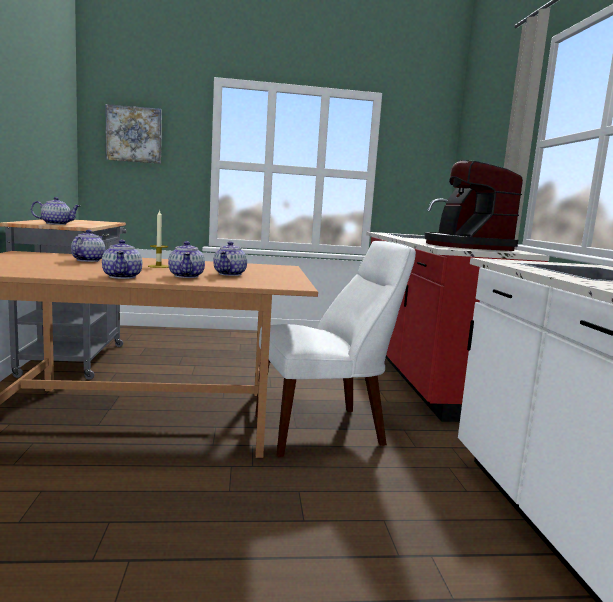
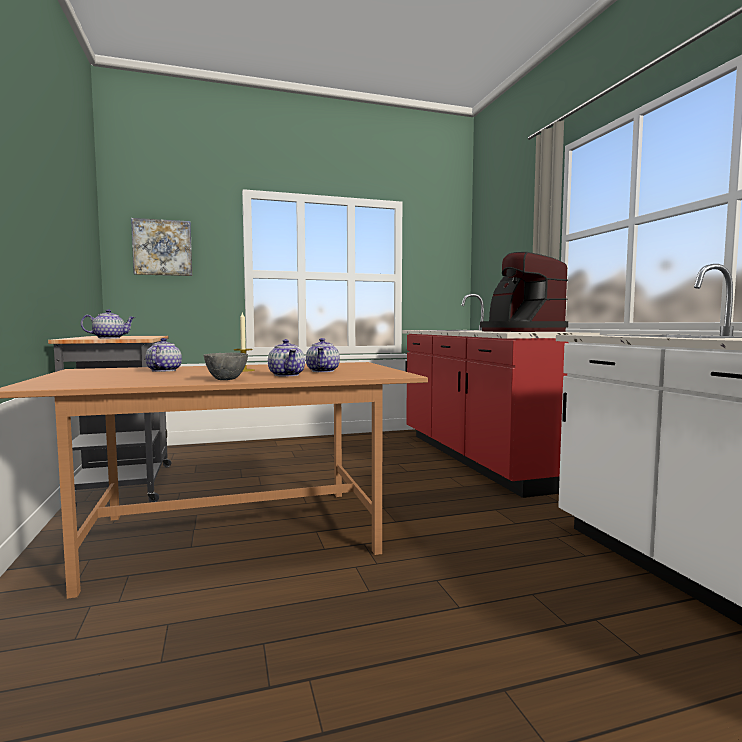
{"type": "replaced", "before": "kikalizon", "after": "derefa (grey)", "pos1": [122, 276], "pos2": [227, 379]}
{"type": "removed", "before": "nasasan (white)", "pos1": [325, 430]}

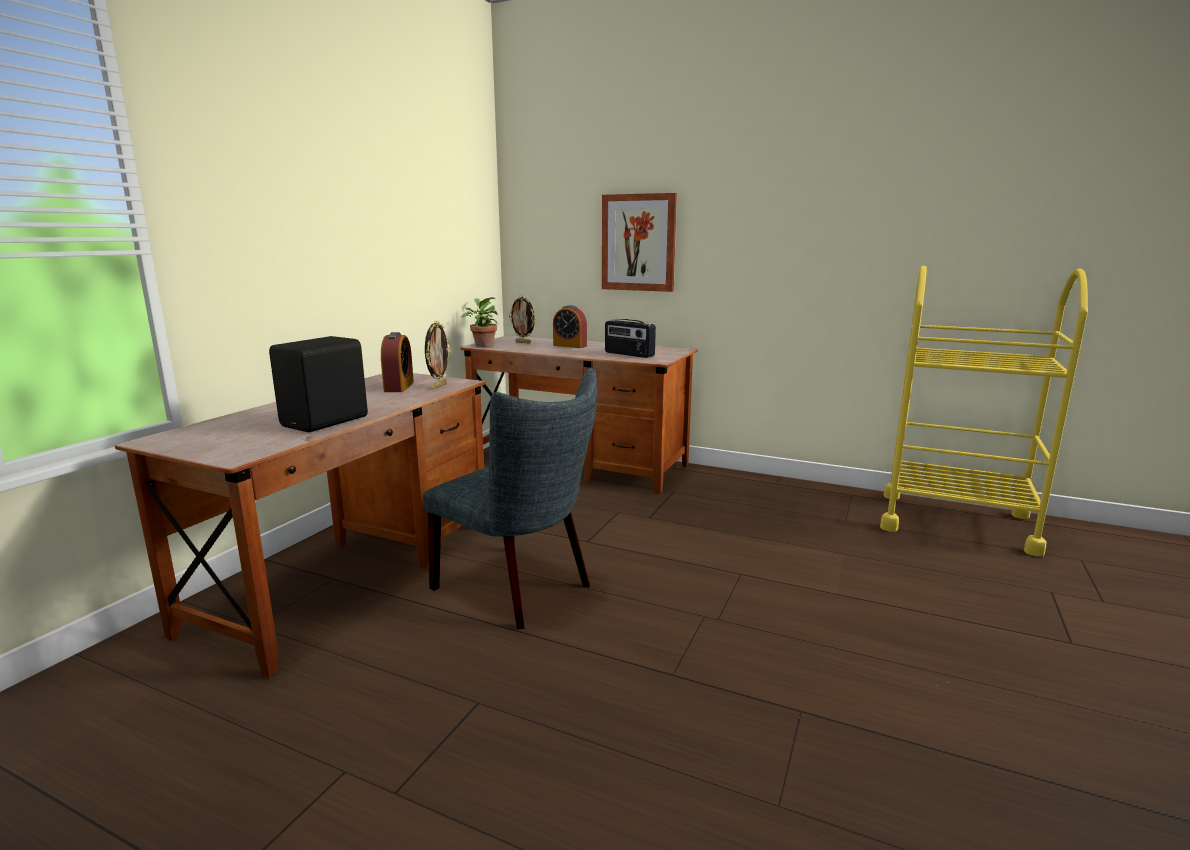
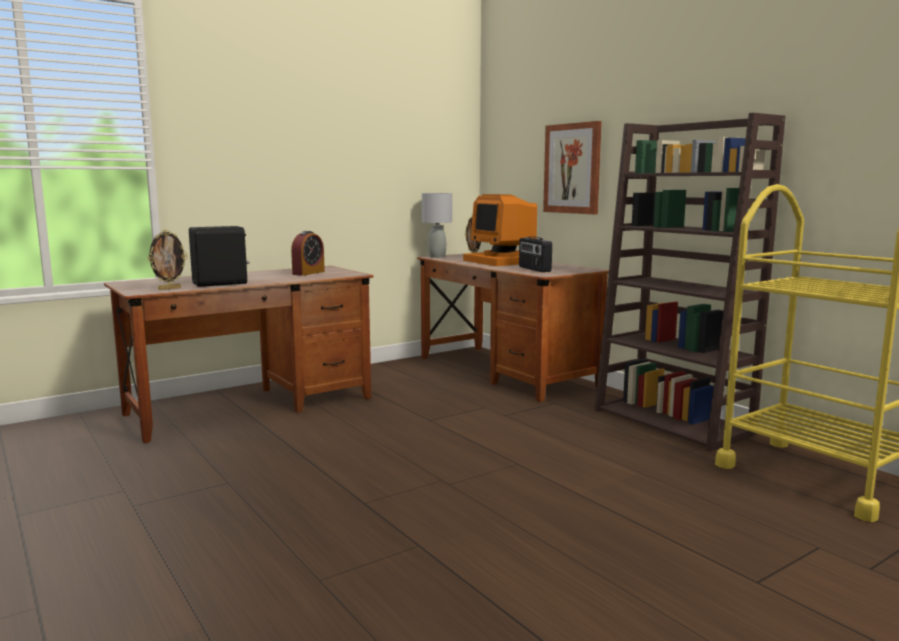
{"type": "moved", "before": "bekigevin", "pos1": [439, 386], "pos2": [169, 288]}
{"type": "replaced", "before": "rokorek", "after": "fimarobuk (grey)", "pos1": [482, 345], "pos2": [437, 256]}
{"type": "replaced", "before": "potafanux", "after": "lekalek", "pos1": [570, 346], "pos2": [504, 261]}
{"type": "added", "after": "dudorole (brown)", "pos2": [673, 422]}
{"type": "removed", "before": "nasasan (grey)", "pos1": [520, 589]}

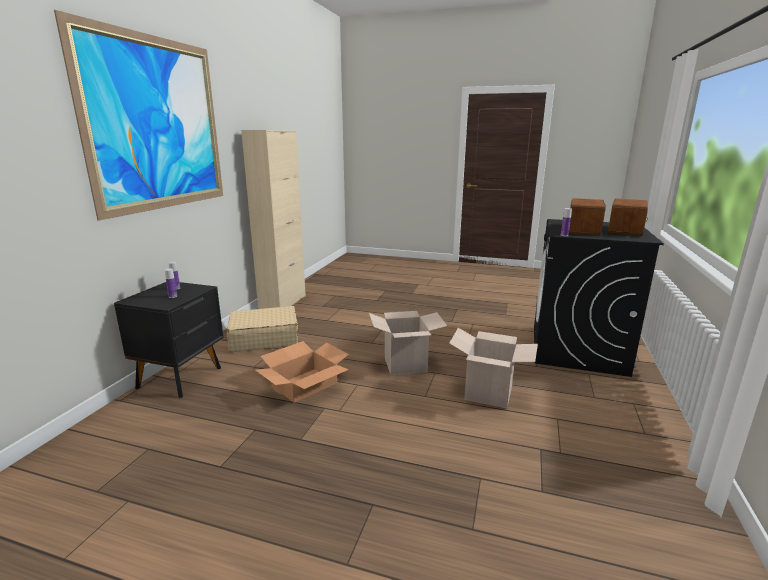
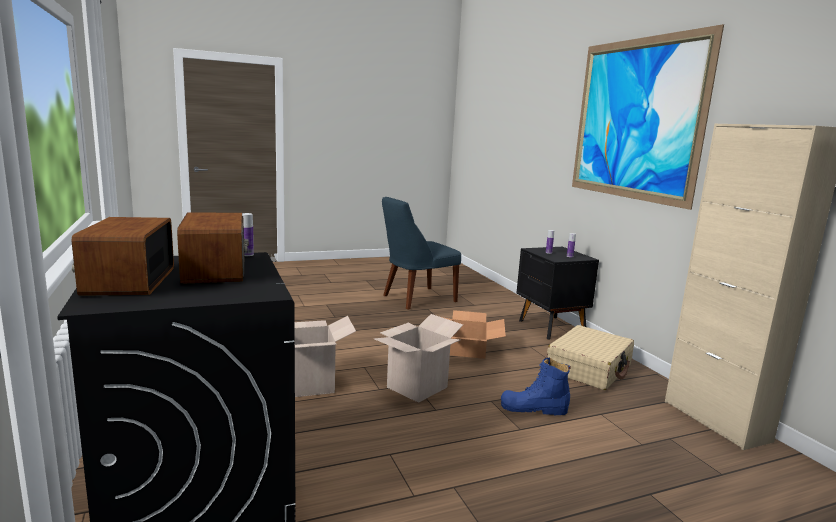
{"type": "added", "after": "nasasan (blue)", "pos2": [416, 299]}
{"type": "added", "after": "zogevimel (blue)", "pos2": [534, 408]}

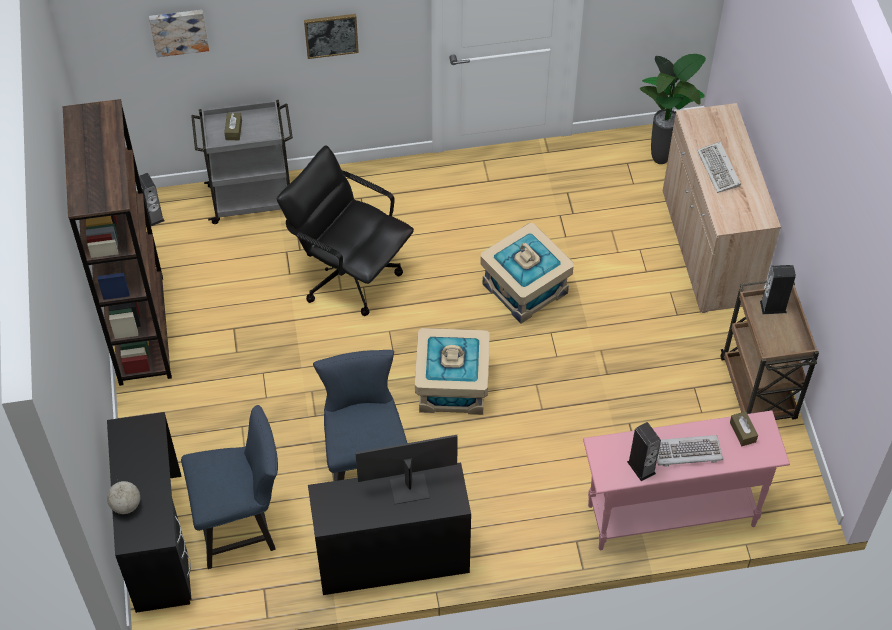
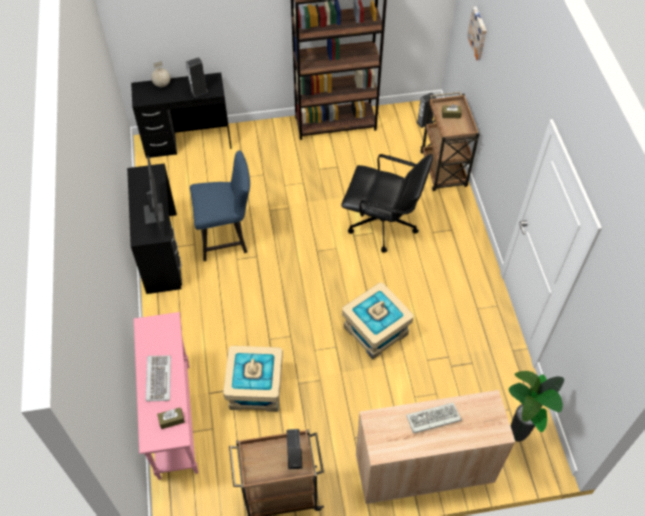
{"type": "moved", "before": "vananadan", "pos1": [641, 467], "pos2": [198, 91]}
{"type": "moved", "before": "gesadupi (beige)", "pos1": [452, 387], "pos2": [255, 388]}
{"type": "turned", "before": "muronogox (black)", "pos1": [349, 274], "pos2": [383, 225], "turn": 75}
{"type": "recoloured", "before": "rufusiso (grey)", "after": "rufusiso (brown)", "pos1": [253, 199], "pos2": [443, 170]}
{"type": "removed", "before": "nasasan (blue)", "pos1": [242, 526]}
{"type": "removed", "before": "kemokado", "pos1": [331, 35]}

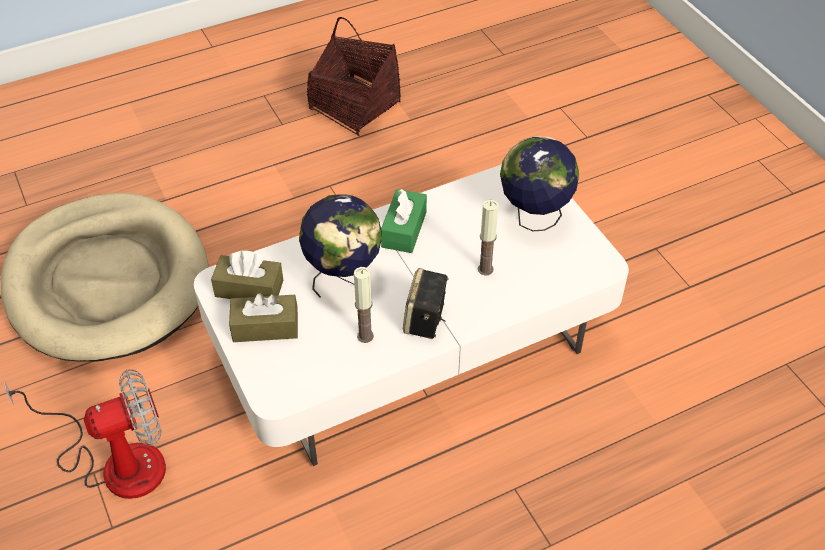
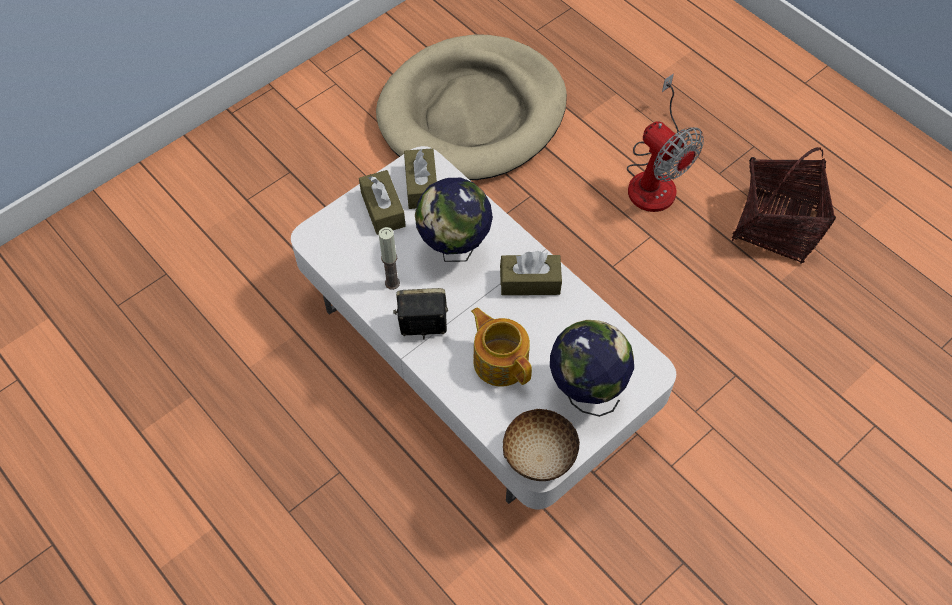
{"type": "replaced", "before": "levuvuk", "after": "kikalizon", "pos1": [485, 269], "pos2": [500, 360]}
{"type": "recoloured", "before": "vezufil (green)", "after": "vezufil (brown)", "pos1": [404, 229], "pos2": [530, 282]}
{"type": "added", "after": "derefa", "pos2": [539, 456]}
{"type": "moved", "before": "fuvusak", "pos1": [116, 461], "pos2": [654, 177]}

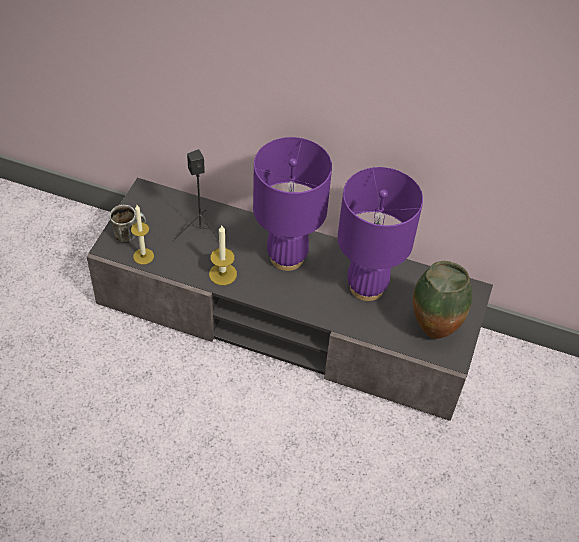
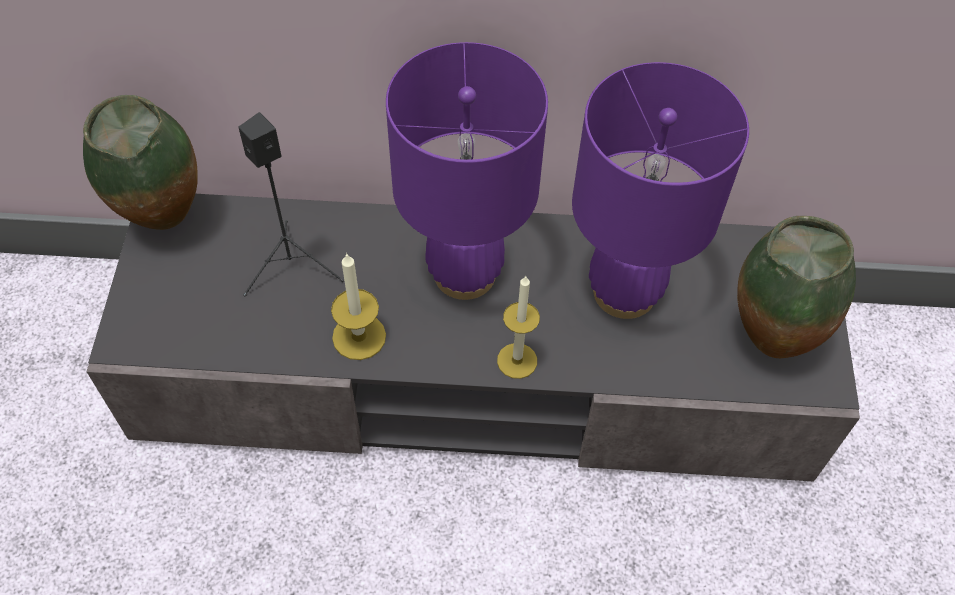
{"type": "added", "after": "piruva", "pos2": [166, 224]}
{"type": "moved", "before": "levuvuk", "pos1": [143, 256], "pos2": [517, 360]}
{"type": "removed", "before": "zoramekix", "pos1": [129, 234]}

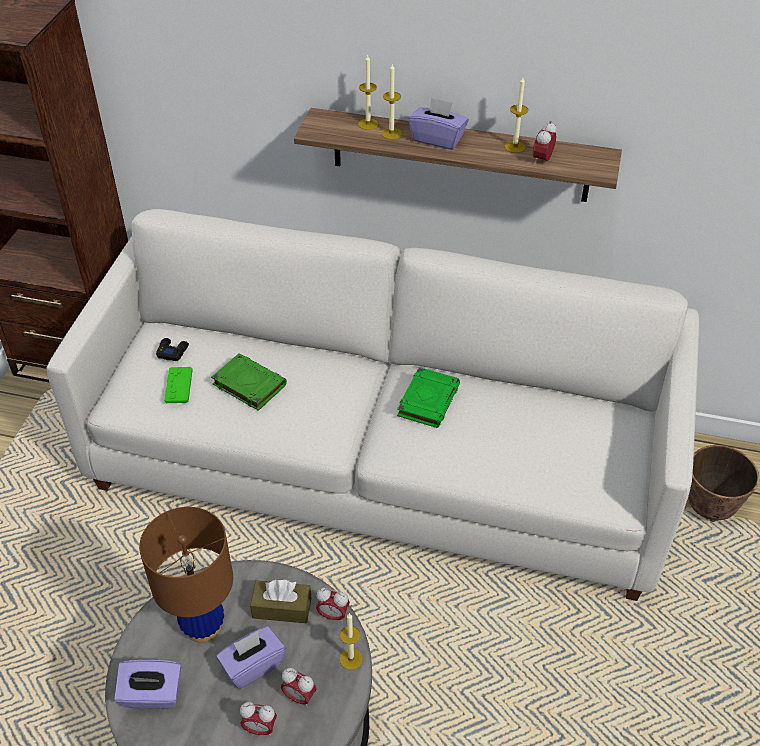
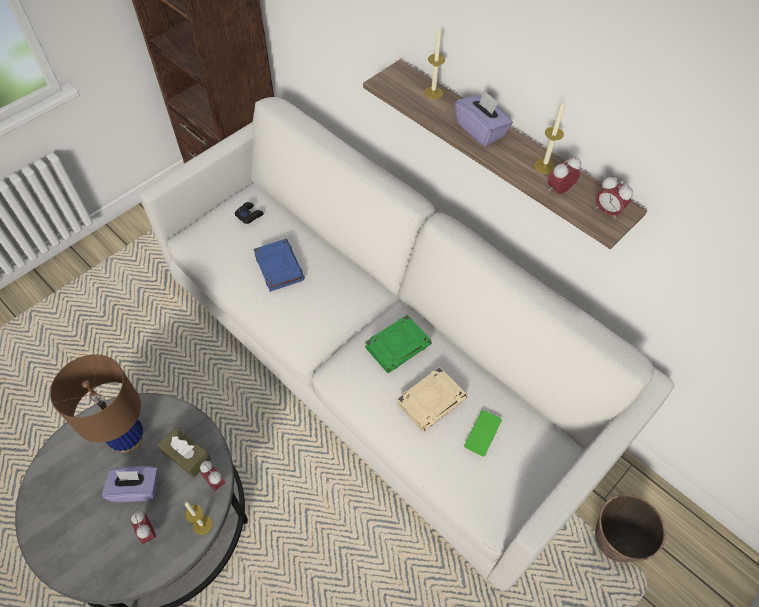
{"type": "recoloured", "before": "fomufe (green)", "after": "fomufe (blue)", "pos1": [248, 385], "pos2": [278, 267]}
{"type": "added", "after": "fomufe (beige)", "pos2": [431, 400]}
{"type": "moved", "before": "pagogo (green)", "pos1": [178, 386], "pos2": [482, 433]}
{"type": "moved", "before": "potafanux", "pos1": [260, 729], "pos2": [607, 211]}
{"type": "removed", "before": "vezufil (purple)", "pos1": [152, 695]}
{"type": "removed", "before": "levuvuk", "pos1": [391, 133]}

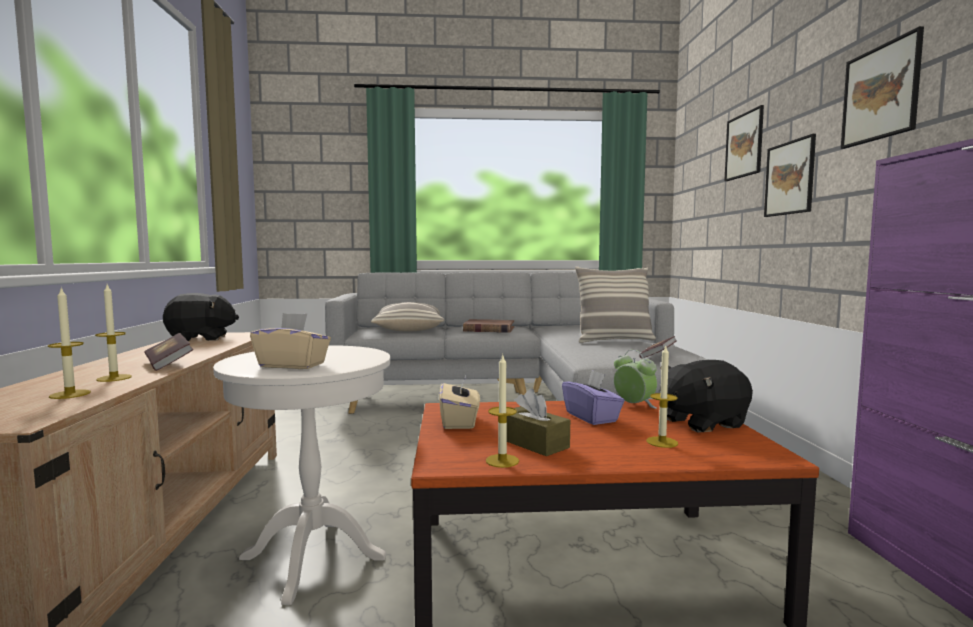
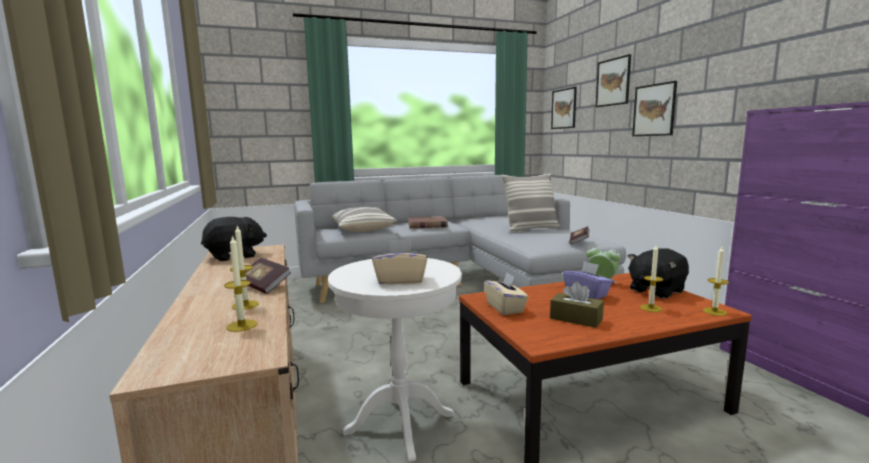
{"type": "moved", "before": "kemokado", "pos1": [880, 93], "pos2": [564, 108]}
{"type": "moved", "before": "levuvuk", "pos1": [502, 461], "pos2": [714, 311]}

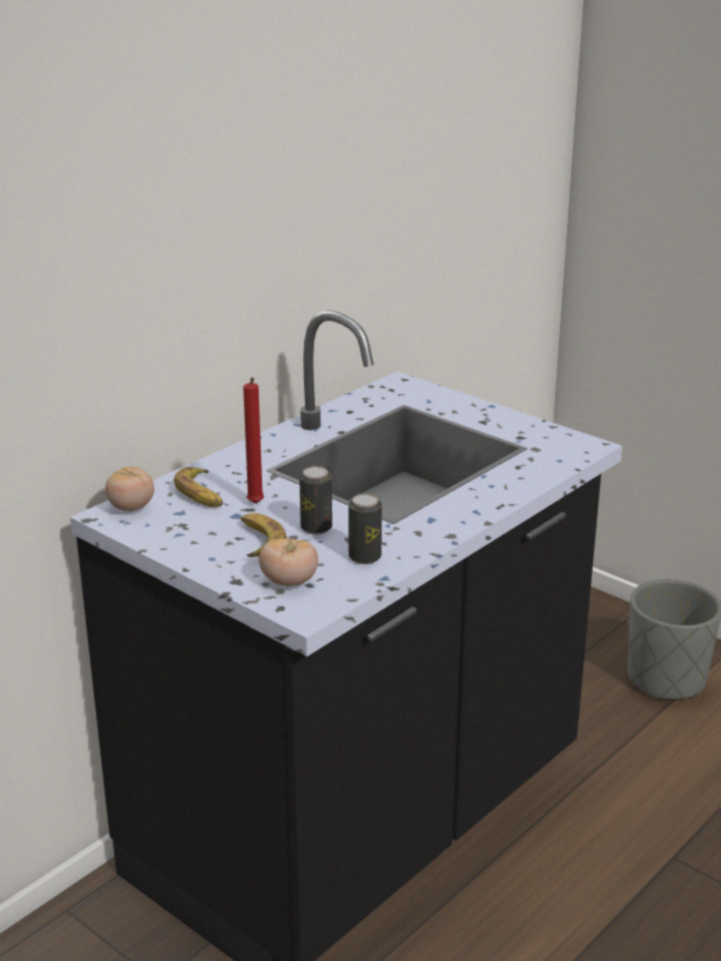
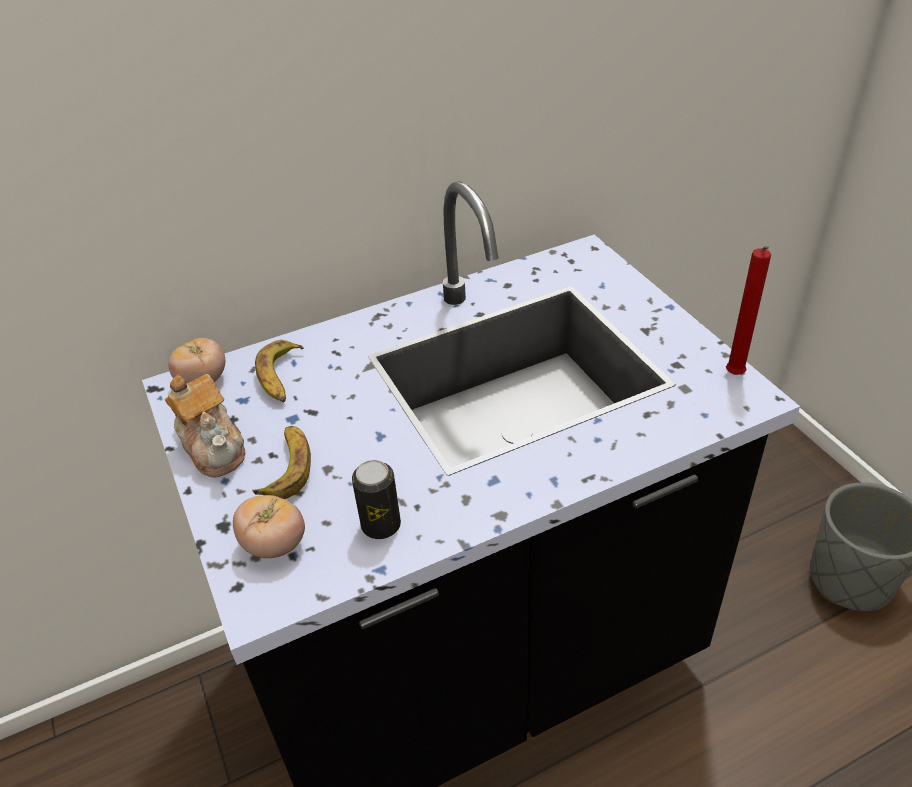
{"type": "added", "after": "kikalizon", "pos2": [214, 447]}
{"type": "moved", "before": "levuvuk (red)", "pos1": [255, 505], "pos2": [734, 376]}
{"type": "removed", "before": "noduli", "pos1": [316, 528]}

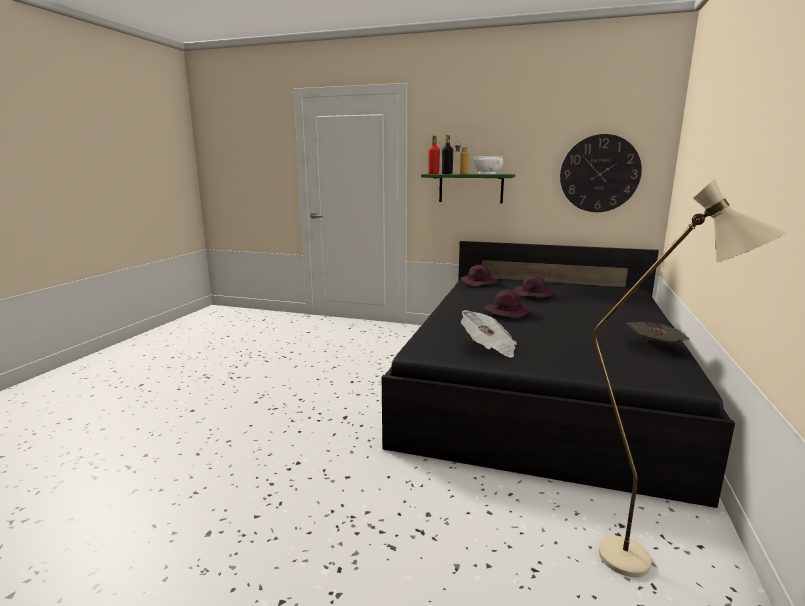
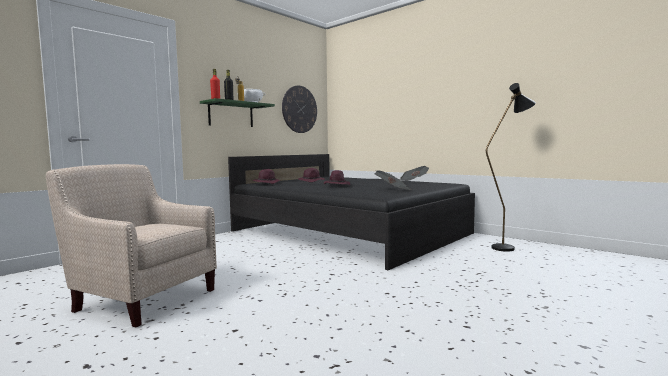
{"type": "added", "after": "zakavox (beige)", "pos2": [143, 297]}
{"type": "recoloured", "before": "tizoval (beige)", "after": "tizoval (black)", "pos1": [644, 566], "pos2": [508, 247]}

